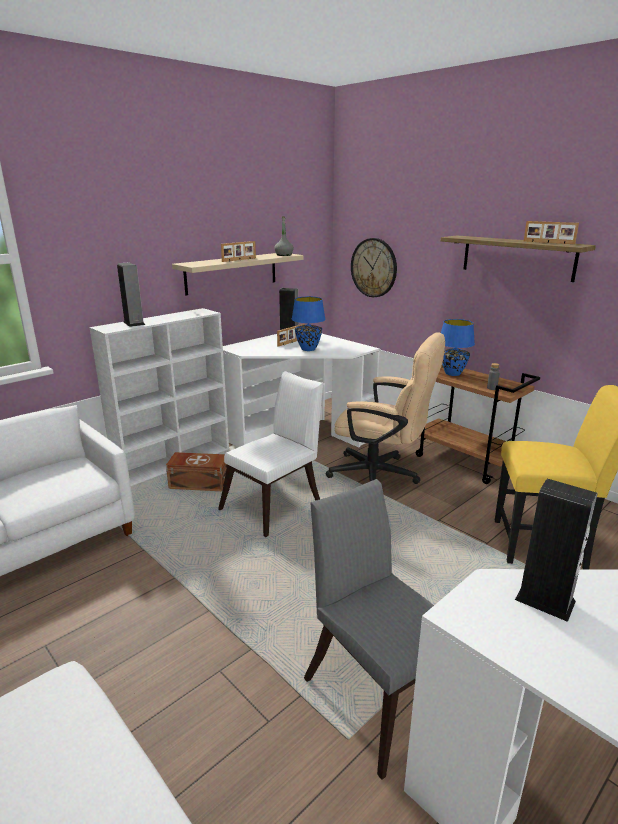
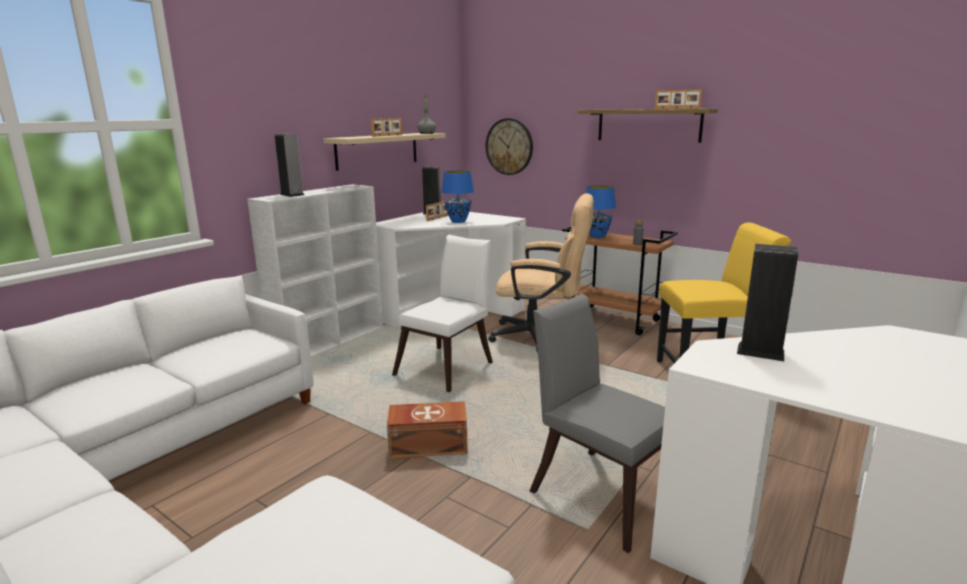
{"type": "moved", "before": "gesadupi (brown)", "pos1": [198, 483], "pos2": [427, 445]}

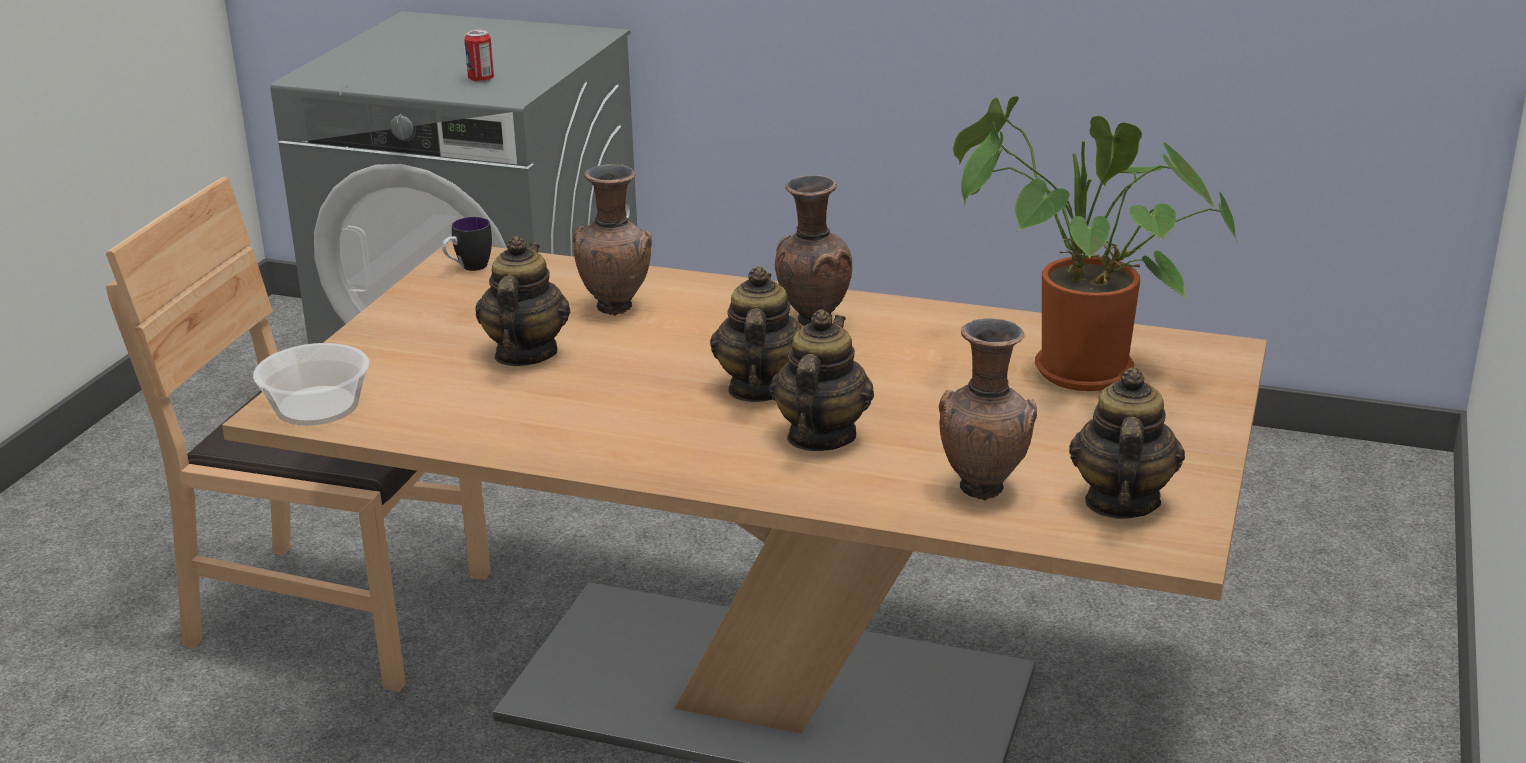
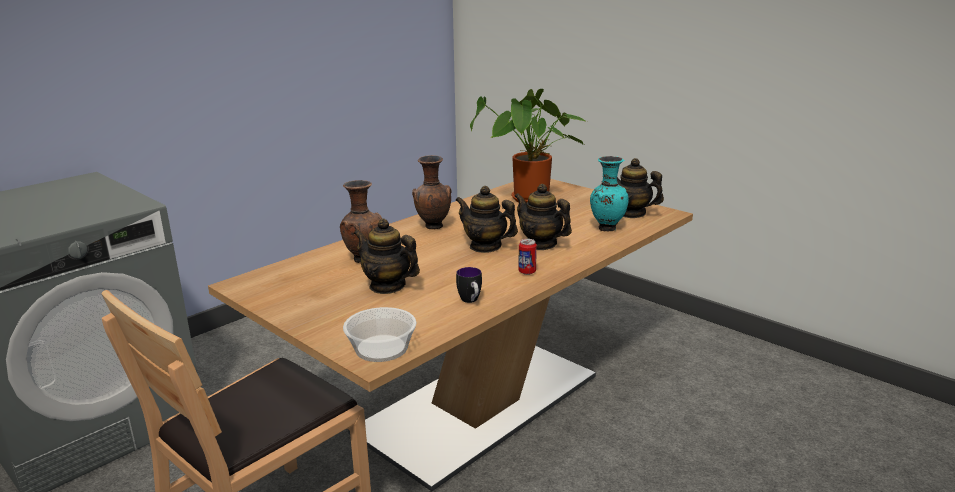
{"type": "moved", "before": "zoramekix", "pos1": [468, 268], "pos2": [471, 301]}
{"type": "moved", "before": "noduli", "pos1": [481, 79], "pos2": [527, 272]}
{"type": "recoloured", "before": "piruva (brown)", "after": "piruva (turquoise)", "pos1": [984, 488], "pos2": [606, 228]}

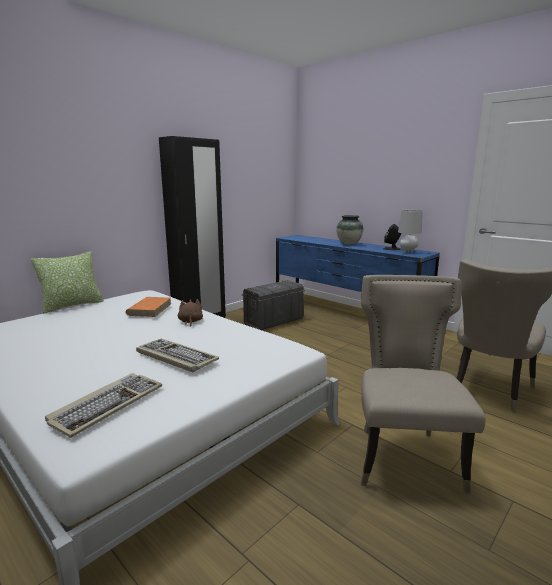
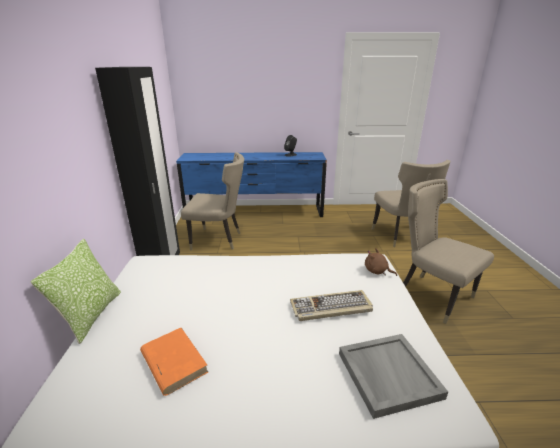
{"type": "moved", "before": "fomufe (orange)", "pos1": [150, 309], "pos2": [173, 362]}
{"type": "replaced", "before": "gesadupi (grey)", "after": "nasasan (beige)", "pos1": [273, 321], "pos2": [218, 240]}
{"type": "replaced", "before": "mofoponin", "after": "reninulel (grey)", "pos1": [107, 405], "pos2": [387, 374]}
{"type": "moved", "before": "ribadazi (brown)", "pos1": [190, 322], "pos2": [377, 271]}
{"type": "removed", "before": "piruva", "pos1": [348, 244]}
{"type": "removed", "before": "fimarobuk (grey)", "pos1": [408, 252]}

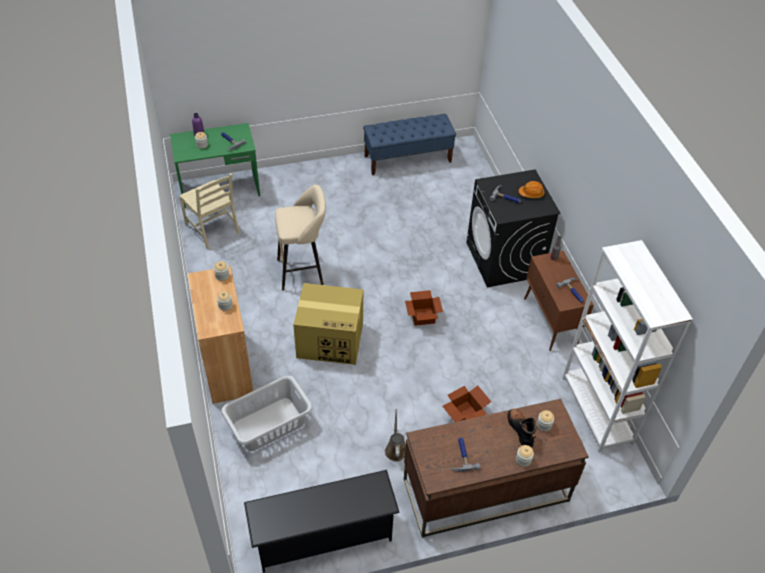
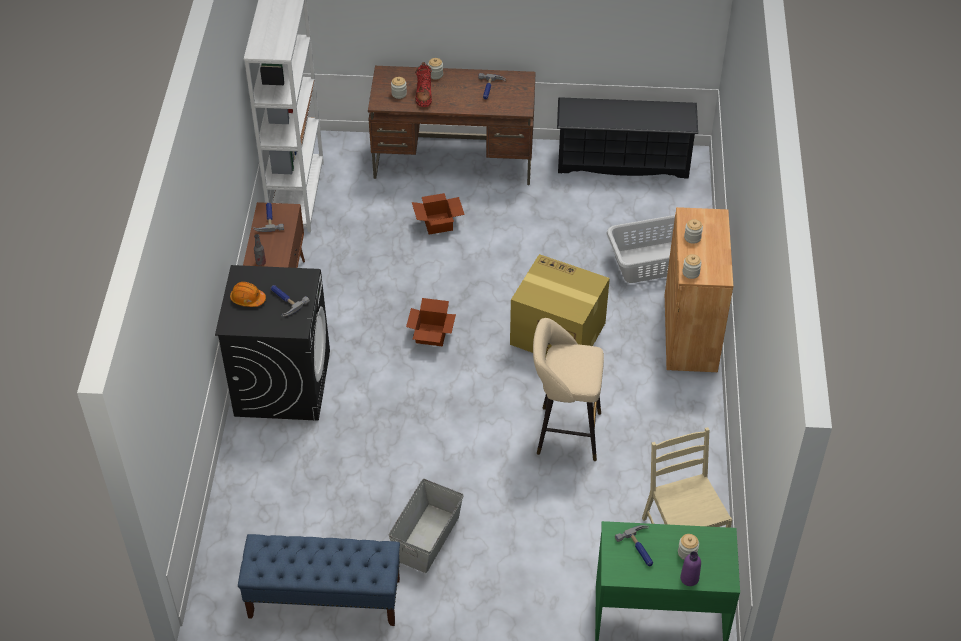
{"type": "added", "after": "gesadupi (grey)", "pos2": [426, 538]}
{"type": "recoloured", "before": "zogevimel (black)", "after": "zogevimel (red)", "pos1": [520, 430], "pos2": [424, 95]}
{"type": "removed", "before": "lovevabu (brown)", "pos1": [395, 449]}

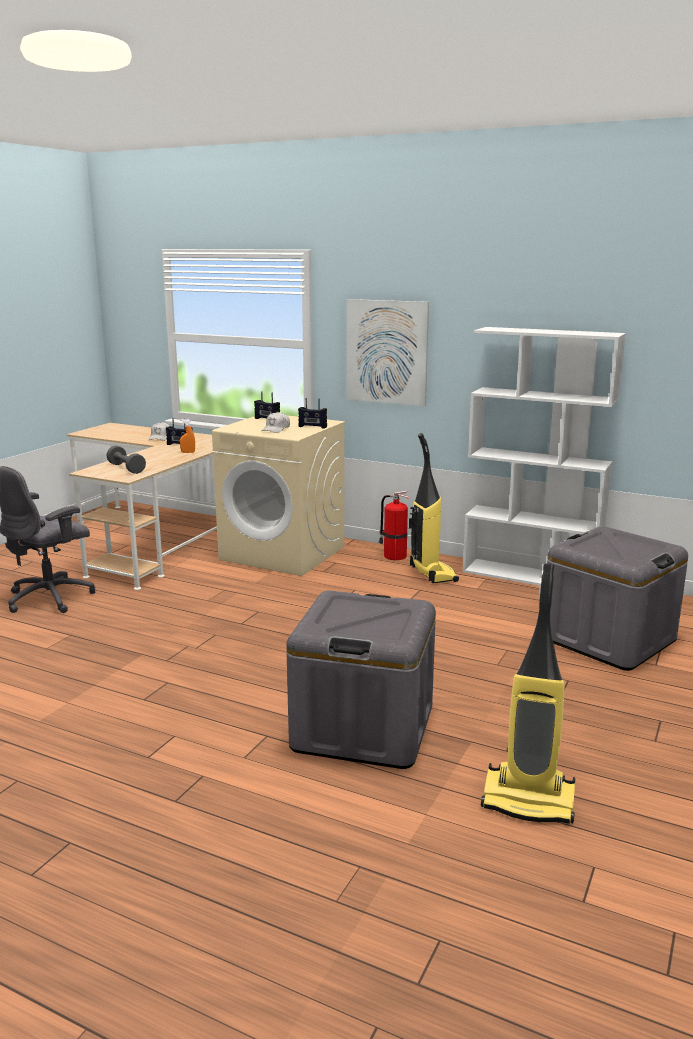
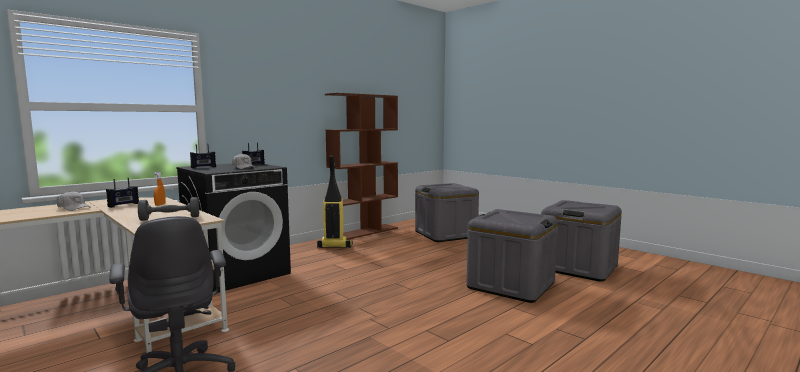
{"type": "recoloured", "before": "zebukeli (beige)", "after": "zebukeli (black)", "pos1": [283, 553], "pos2": [238, 273]}
{"type": "recoloured", "before": "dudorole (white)", "after": "dudorole (brown)", "pos1": [531, 576], "pos2": [364, 232]}
{"type": "replaced", "before": "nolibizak", "after": "gesadupi (grey)", "pos1": [529, 800], "pos2": [578, 267]}
{"type": "removed", "before": "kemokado", "pos1": [387, 352]}
{"type": "removed", "before": "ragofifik", "pos1": [393, 556]}

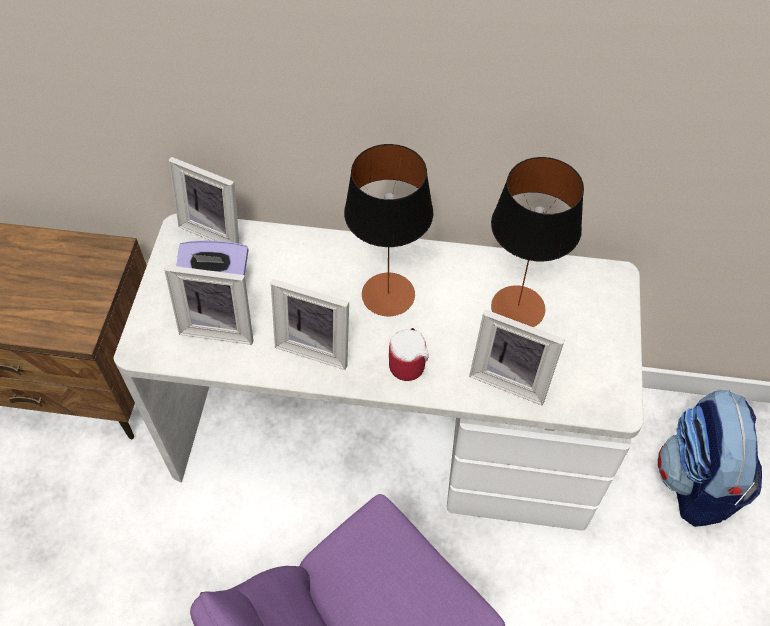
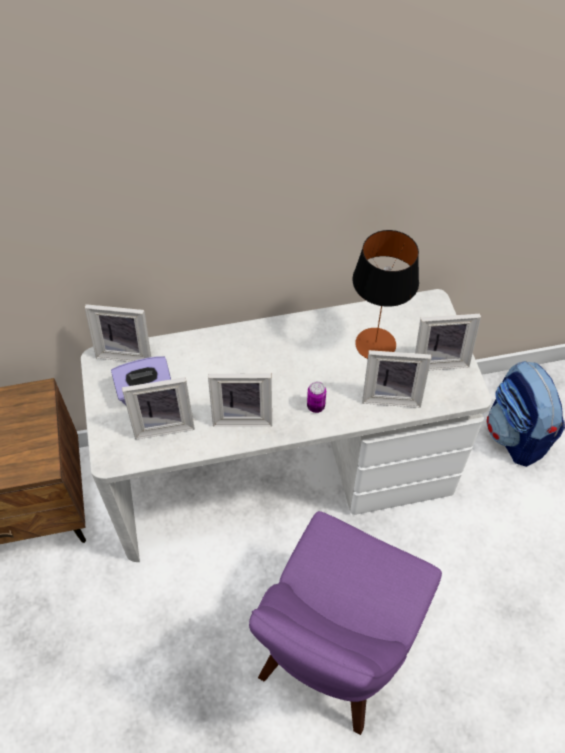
{"type": "replaced", "before": "zoramekix", "after": "noduli", "pos1": [409, 362], "pos2": [316, 406]}
{"type": "added", "after": "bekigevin", "pos2": [438, 359]}
{"type": "removed", "before": "fimarobuk", "pos1": [388, 295]}

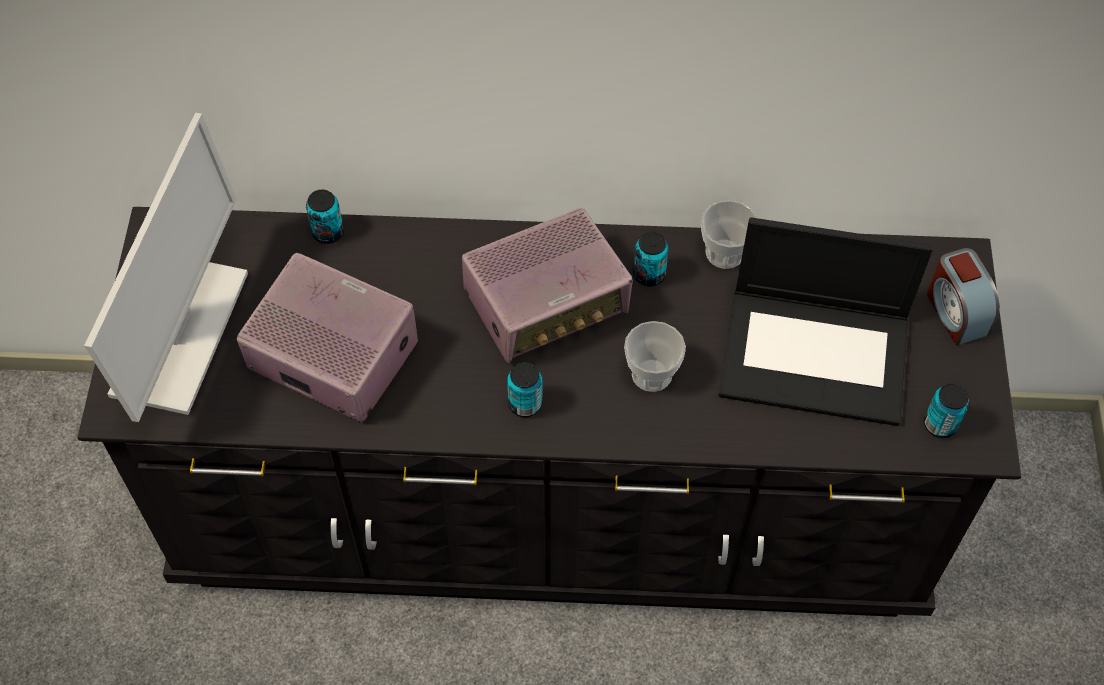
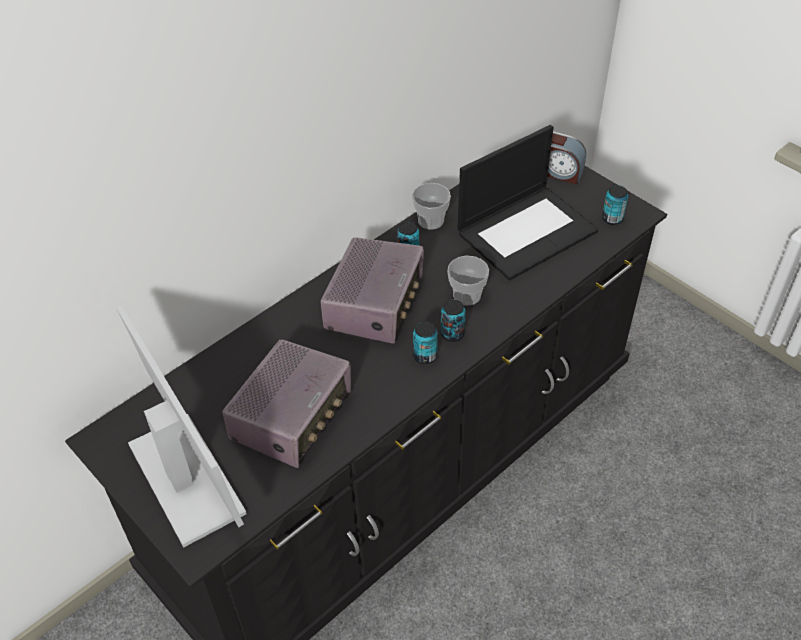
{"type": "turned", "before": "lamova", "pos1": [332, 355], "pos2": [292, 416], "turn": 135}
{"type": "moved", "before": "noduli", "pos1": [328, 233], "pos2": [452, 334]}

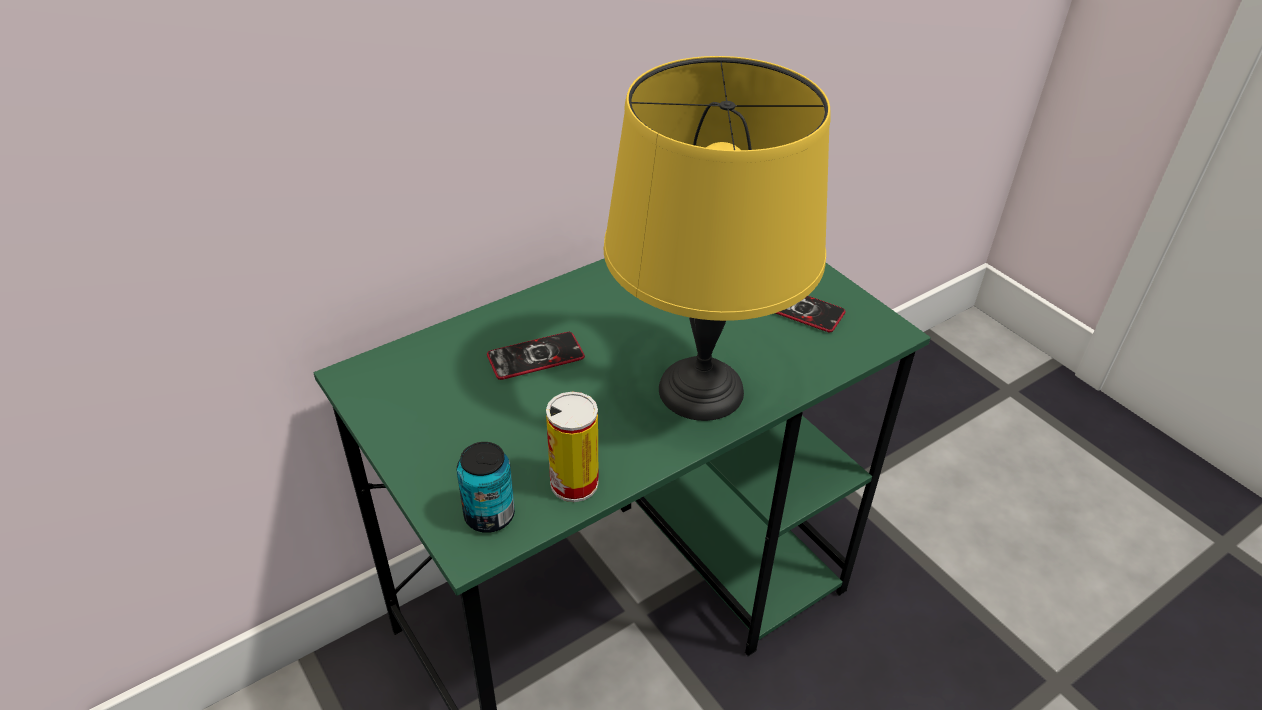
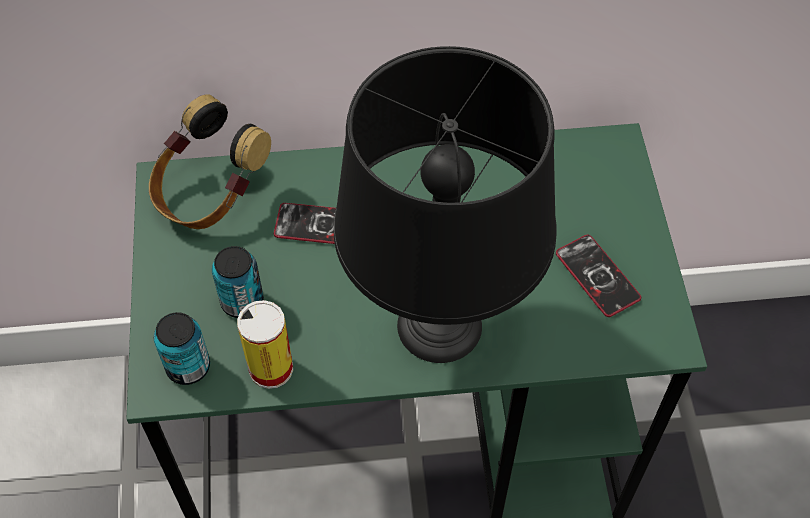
{"type": "added", "after": "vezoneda", "pos2": [210, 194]}
{"type": "added", "after": "noduli", "pos2": [242, 301]}
{"type": "recoloured", "before": "fimarobuk (yellow)", "after": "fimarobuk (black)", "pos1": [698, 390], "pos2": [437, 324]}

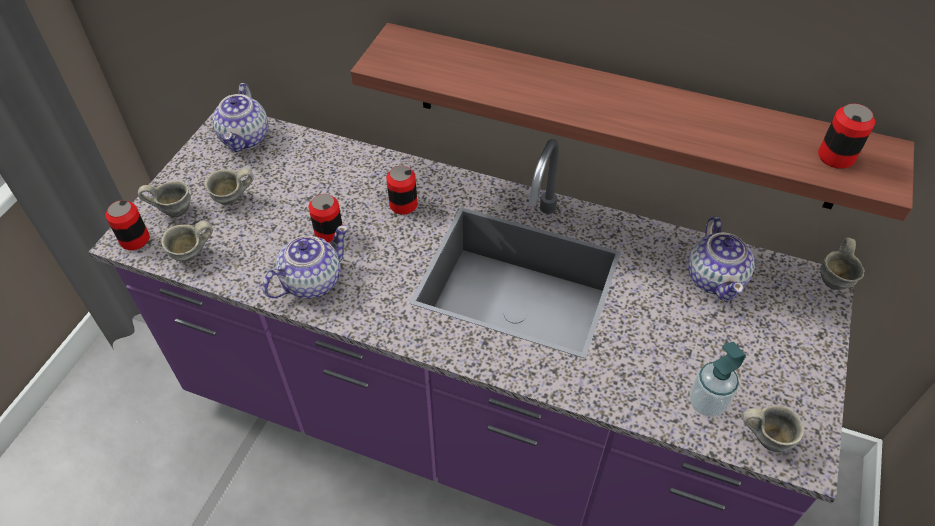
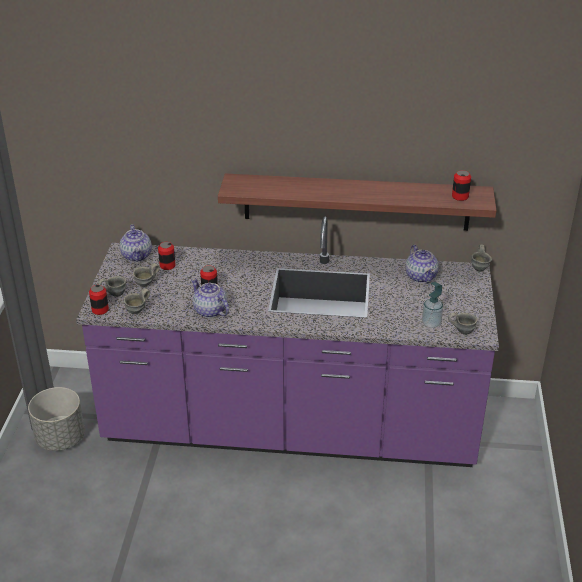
{"type": "added", "after": "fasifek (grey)", "pos2": [61, 438]}
{"type": "moved", "before": "noduli", "pos1": [403, 205], "pos2": [167, 266]}
{"type": "turned", "before": "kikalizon", "pos1": [311, 281], "pos2": [210, 311], "turn": -75}

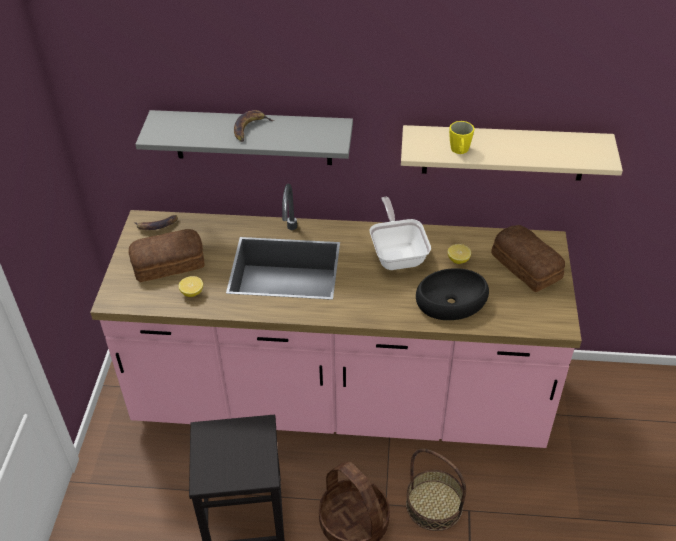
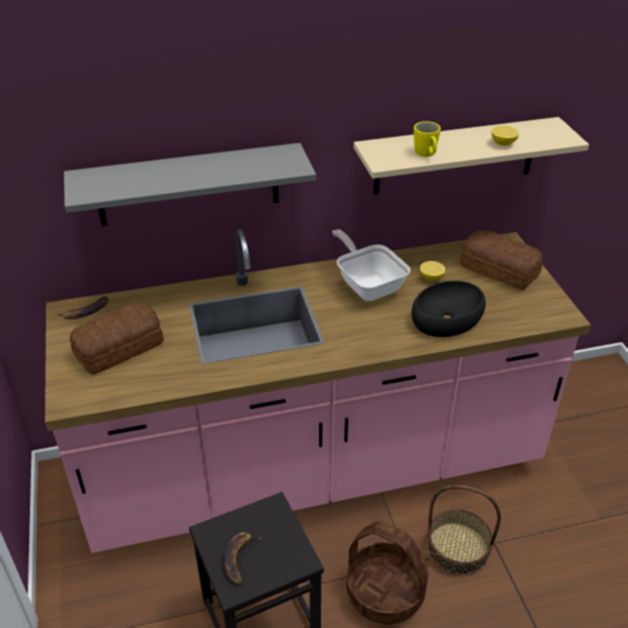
{"type": "moved", "before": "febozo", "pos1": [250, 128], "pos2": [240, 558]}
{"type": "moved", "before": "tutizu", "pos1": [192, 292], "pos2": [503, 143]}

